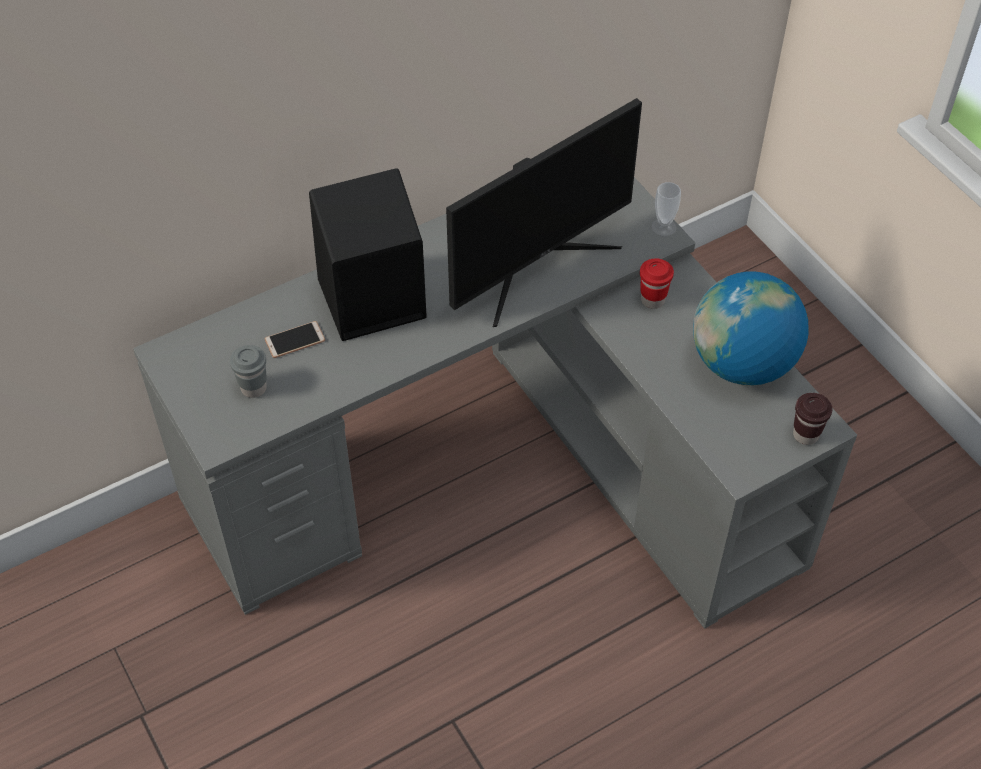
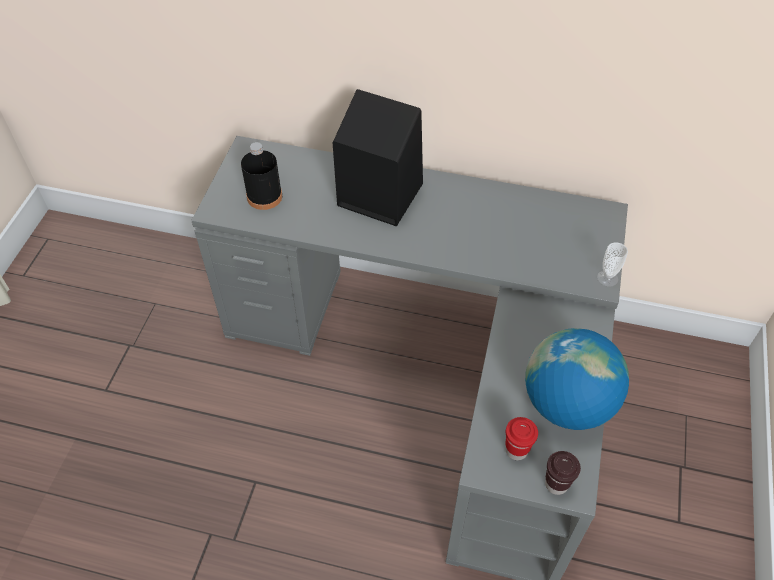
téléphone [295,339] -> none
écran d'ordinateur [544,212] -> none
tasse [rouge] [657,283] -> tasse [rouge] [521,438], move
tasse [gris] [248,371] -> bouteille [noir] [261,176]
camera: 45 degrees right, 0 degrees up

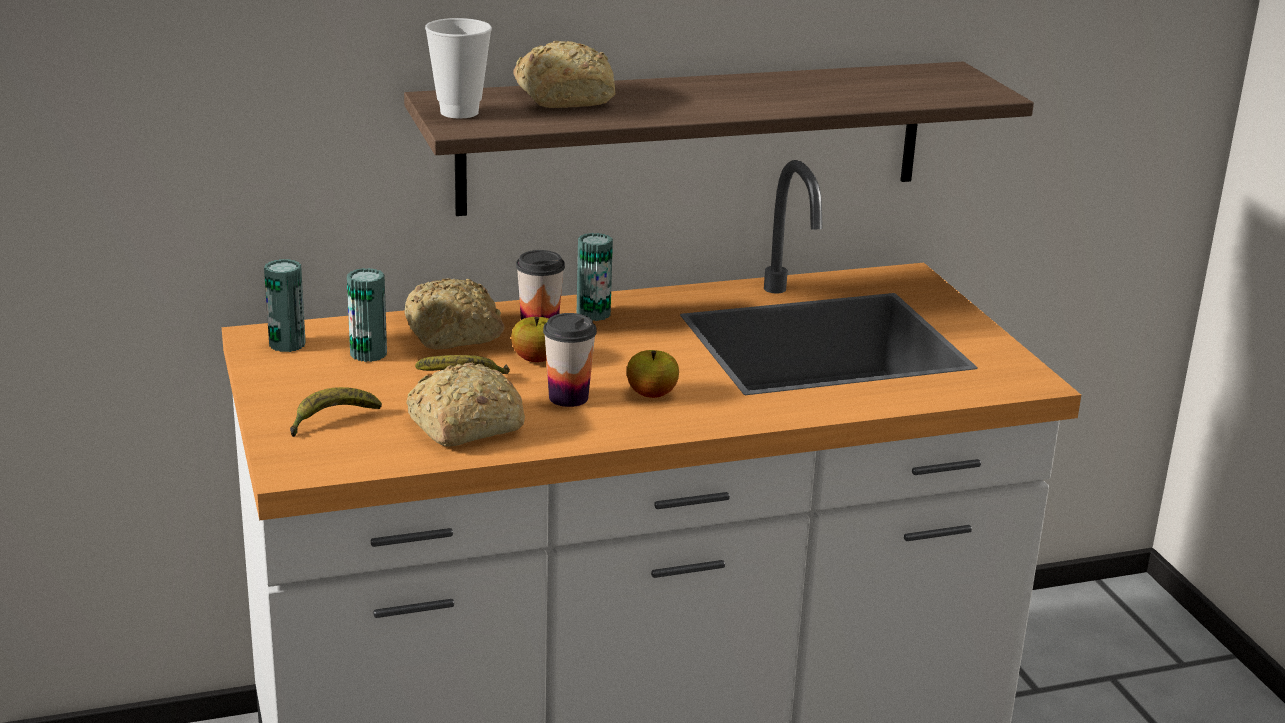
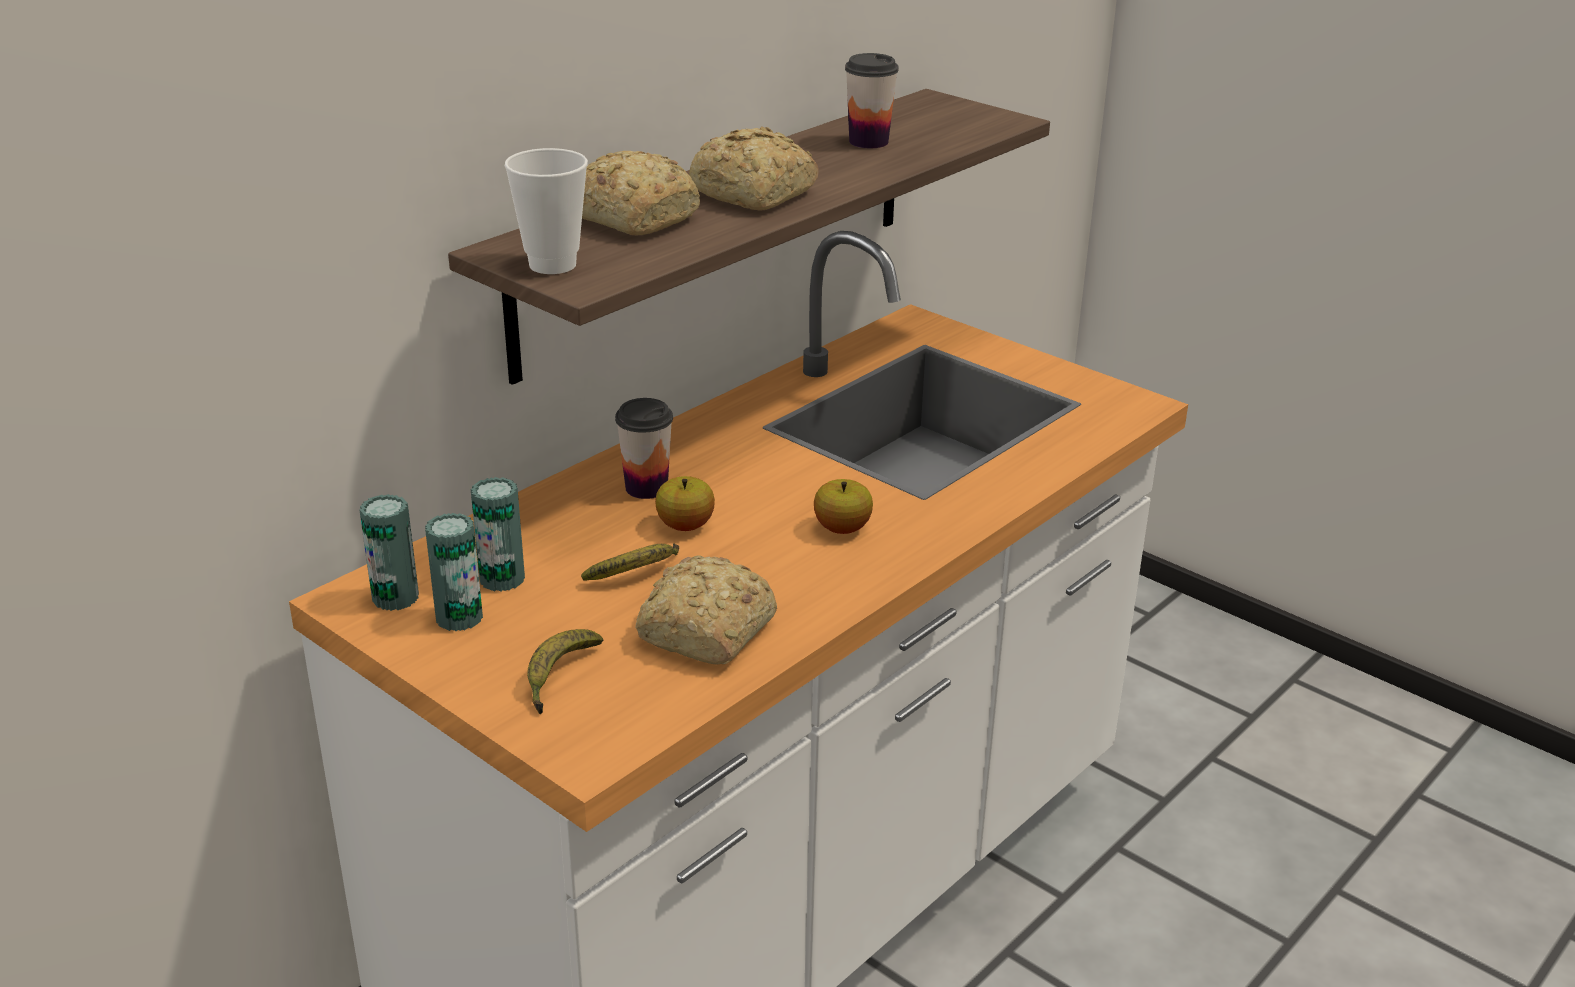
pain [454,314] -> pain [754,168], move
tasse [570,360] -> tasse [872,100], move
boîte métallique [595,277] -> boîte métallique [454,572], move
camera: 30 degrees left, 5 degrees up

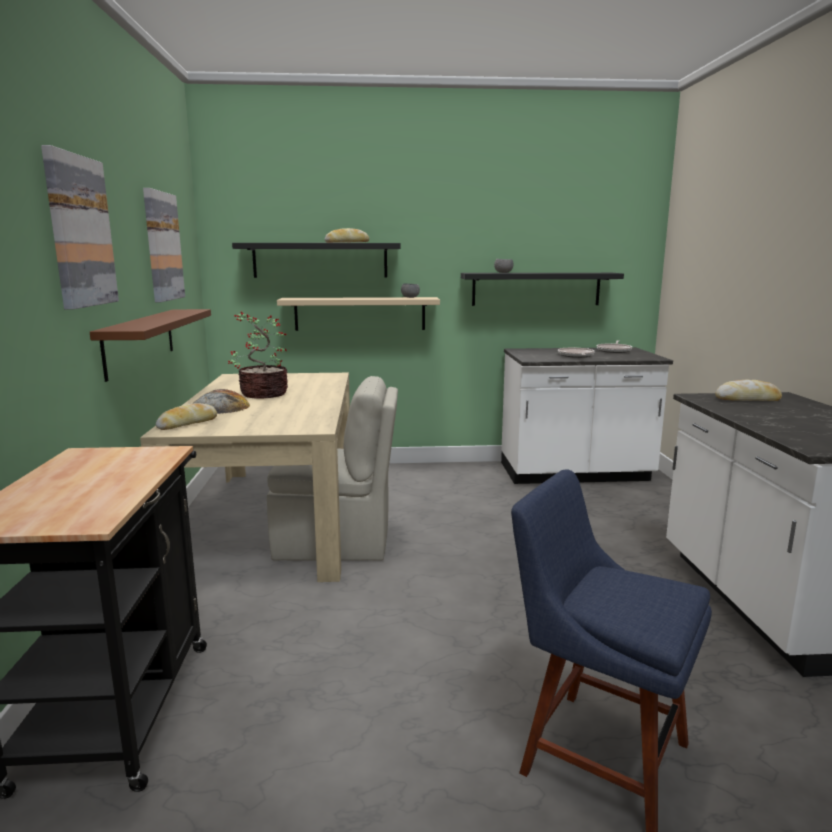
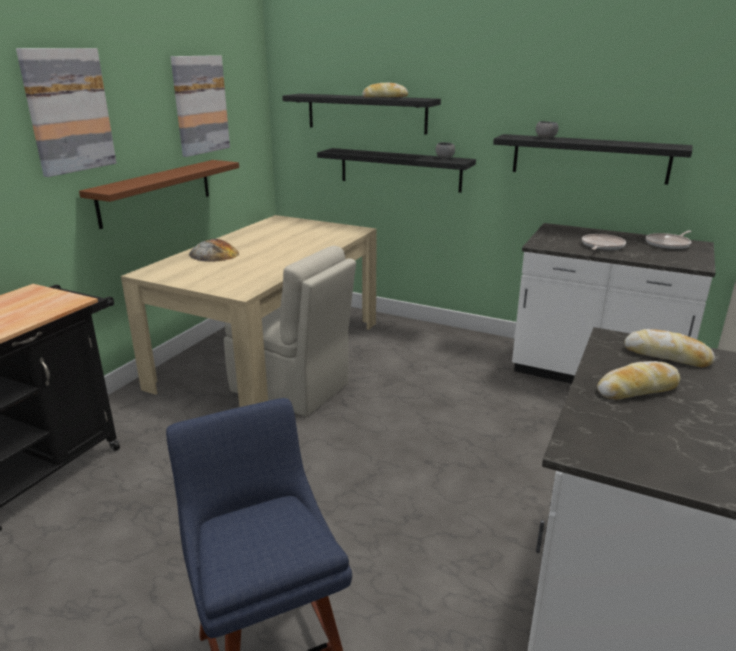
plante en pot [258,355] -> none
pain [186,416] -> pain [638,380], move
étagère [beige] [358,314] -> étagère [noir] [396,170]
camera: 30 degrees right, 10 degrees up

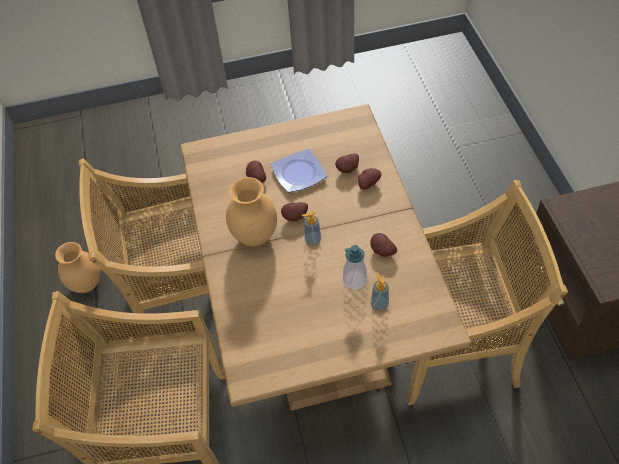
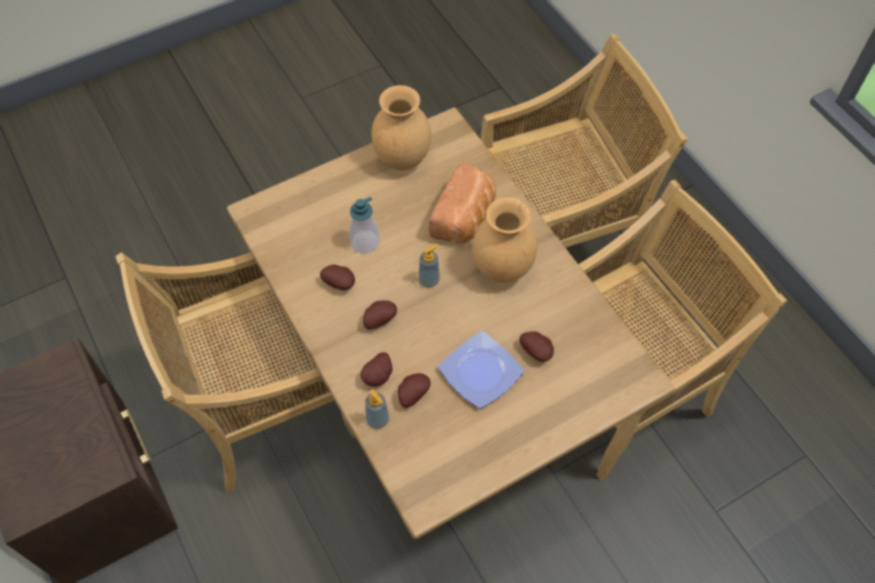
none -> pain [462,202]
vase [marron] [77,267] -> vase [marron] [401,128], move
pomme de terre [294,211] -> pomme de terre [380,314], move
distributeur de savon [380,291] -> distributeur de savon [377,409], move
camera: 160 degrees right, 5 degrees up

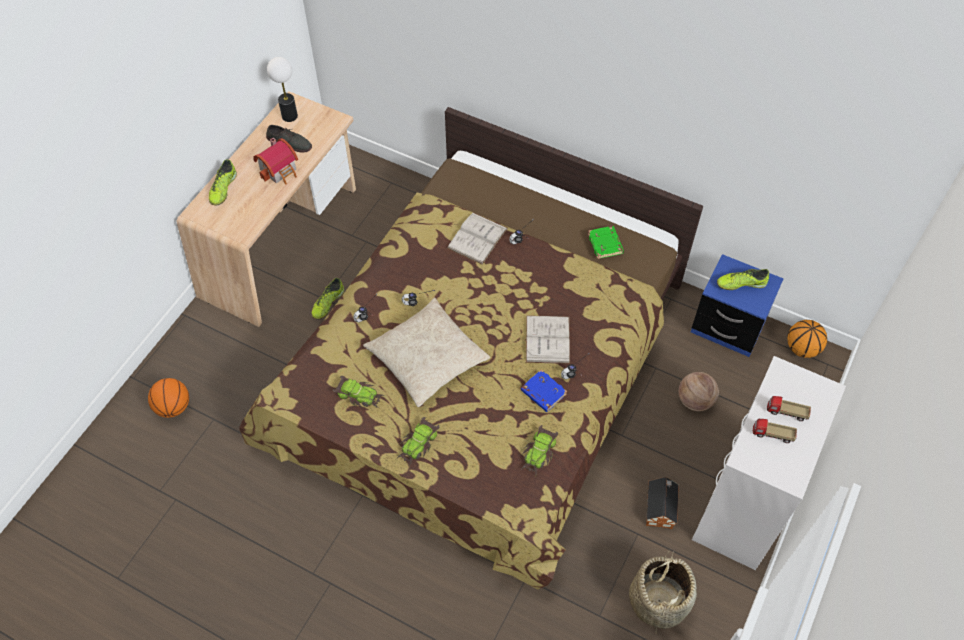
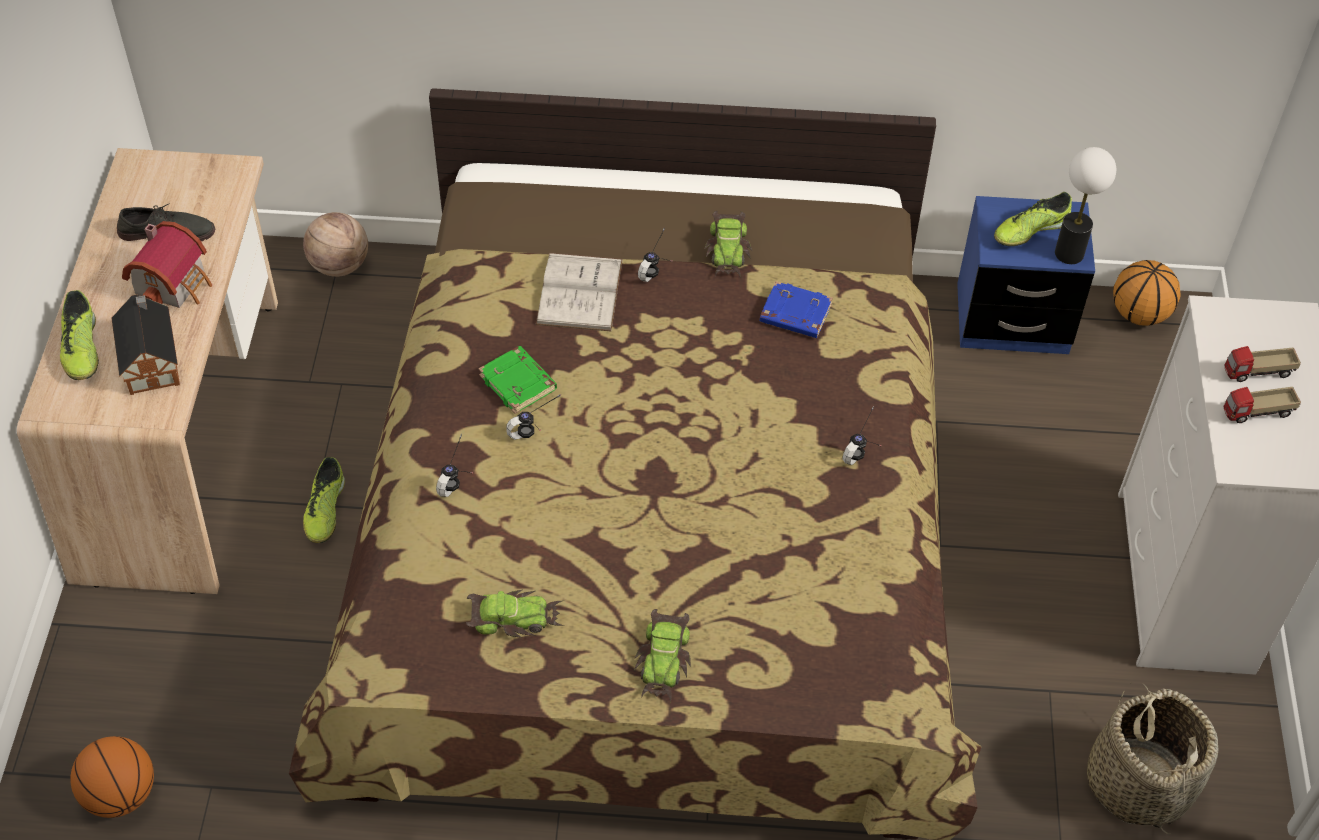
coussin [beige] [426,352] -> none
livre [blanc] [548,339] -> none
lampe de table [282,89] -> lampe de table [1085,205], move
livre [bleu] [544,391] -> livre [bleu] [796,309], move
petite voiture [539,450] -> petite voiture [728,244], move
livre [vert] [606,242] -> livre [vert] [517,380], move
maison miniature [662,503] -> maison miniature [145,345], move
ballon de basket [699,391] -> ballon de basket [335,244], move
camera: 25 degrees left, 5 degrees down

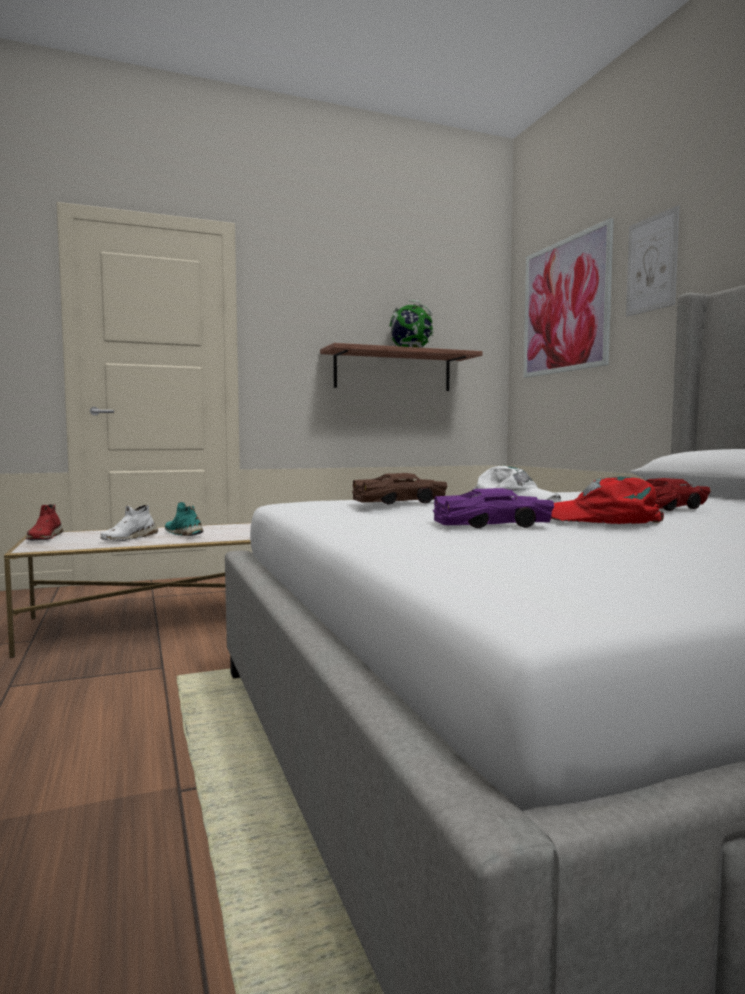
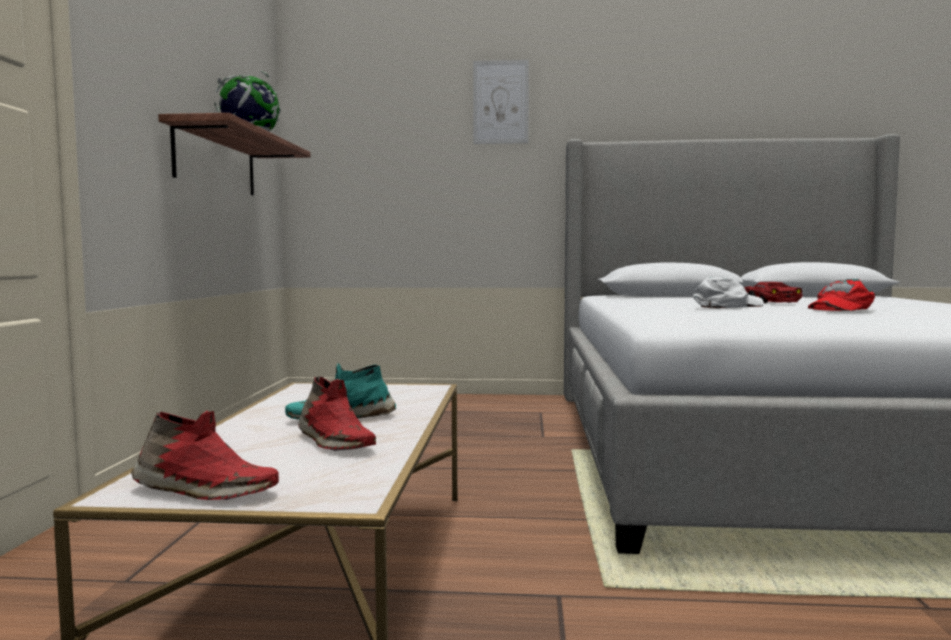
petite voiture [marron] [399,488] -> none
petite voiture [violet] [493,508] -> none
tableau [568,298] -> none
chaussure [blanc] [129,523] -> chaussure [rouge] [337,413]
camera: 65 degrees left, 0 degrees up

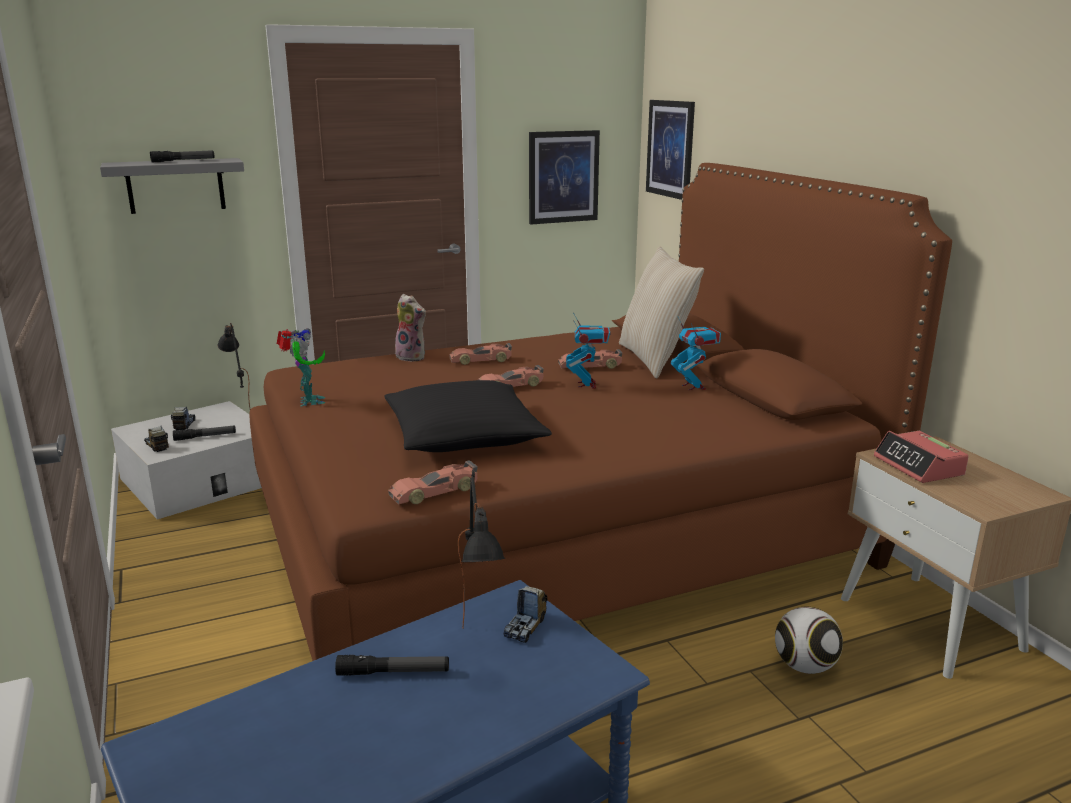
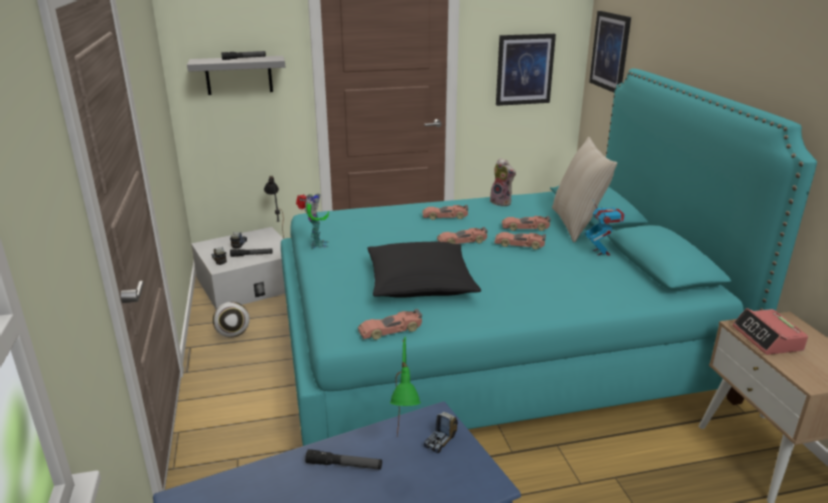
peluche [410,328] -> peluche [503,182], move
ballon de foot [809,640] -> ballon de foot [231,319], move
robot jouet [588,350] -> petite voiture [520,241]
lit [marron] [601,412] -> lit [turquoise] [549,257]
lampe de table [noir] [481,549] -> lampe de table [vert] [405,386]
camera: 10 degrees right, 5 degrees up

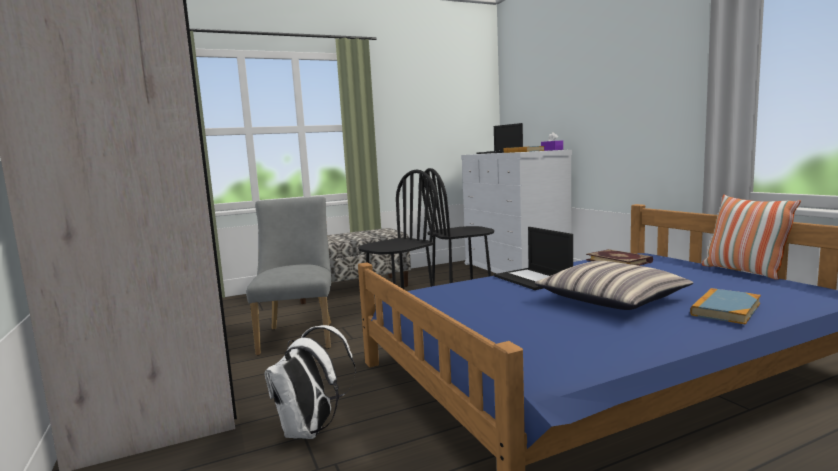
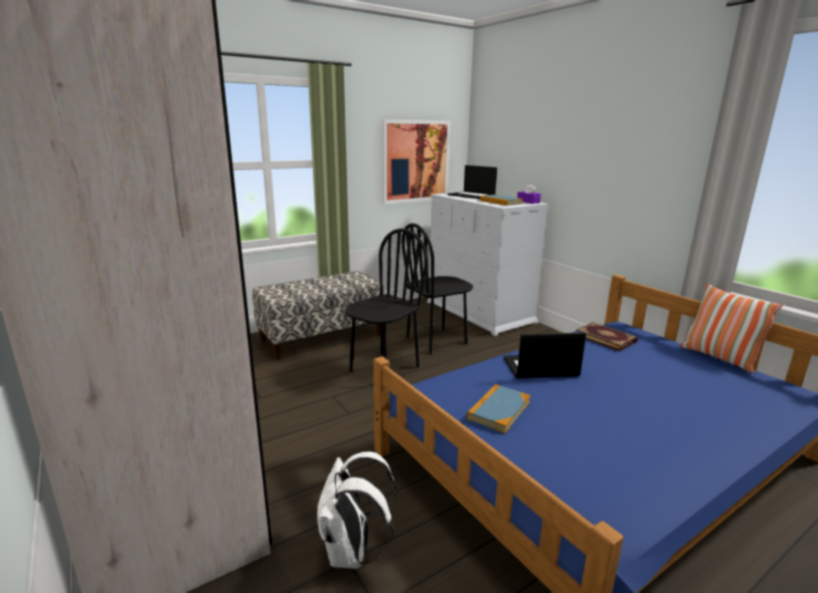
chaise [gris] [288,276] -> none
coussin [614,285] -> none
none -> tableau [416,161]
livre [725,306] -> livre [498,408], move
ordinateur portable [533,258] -> ordinateur portable [544,355], 120 degrees clockwise
camera: 10 degrees left, 10 degrees up

